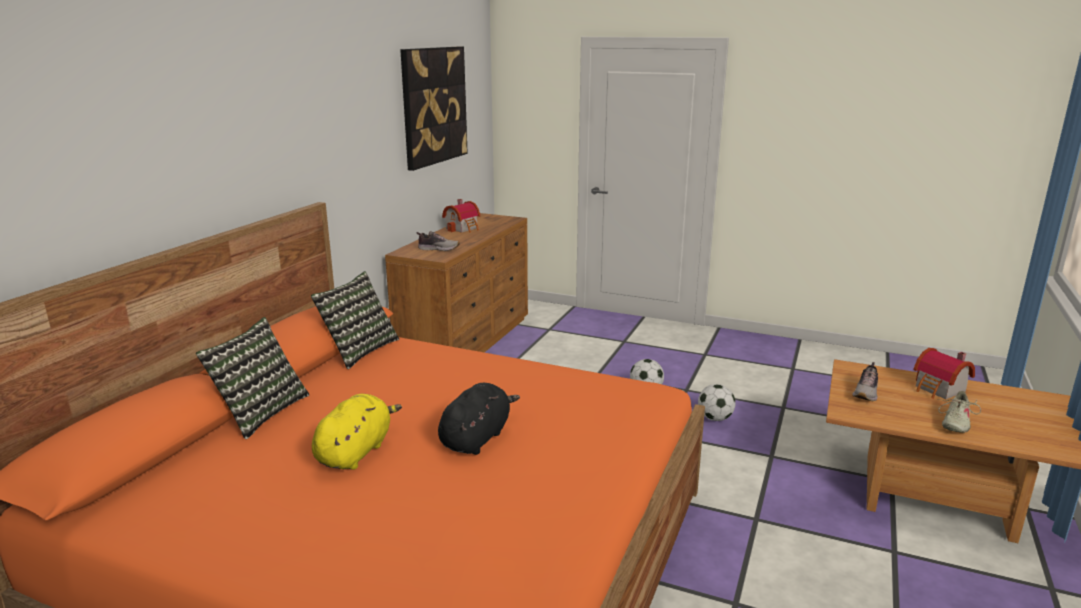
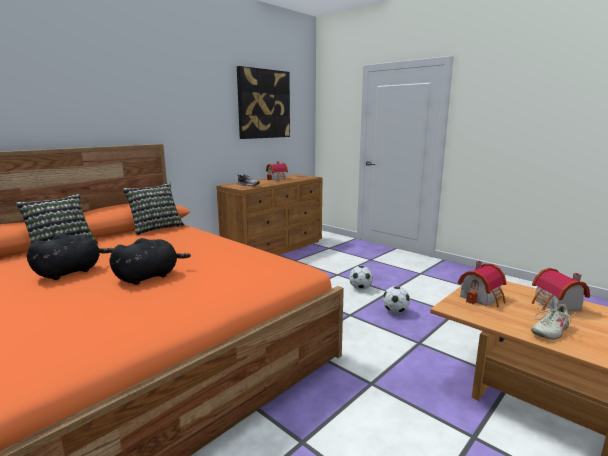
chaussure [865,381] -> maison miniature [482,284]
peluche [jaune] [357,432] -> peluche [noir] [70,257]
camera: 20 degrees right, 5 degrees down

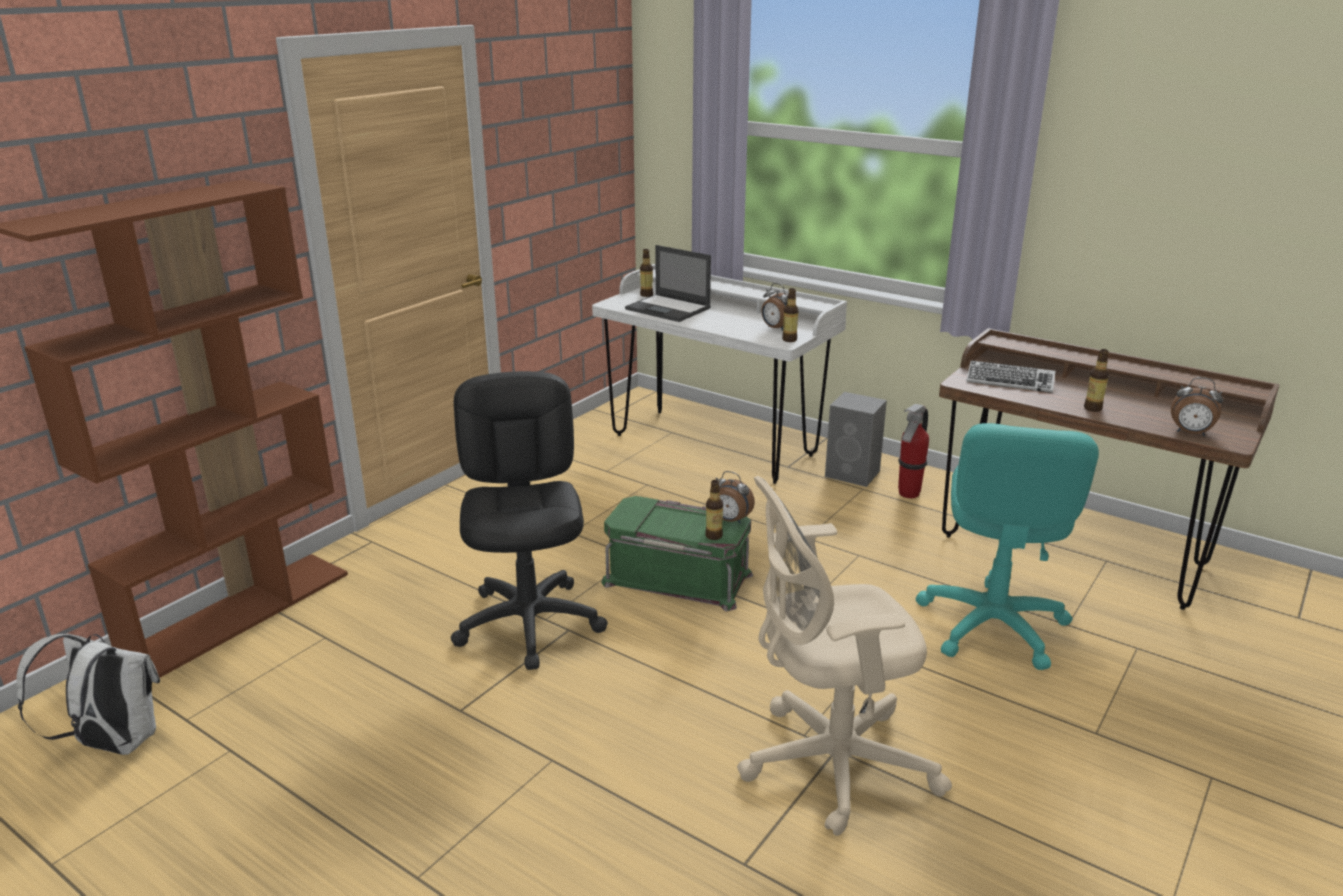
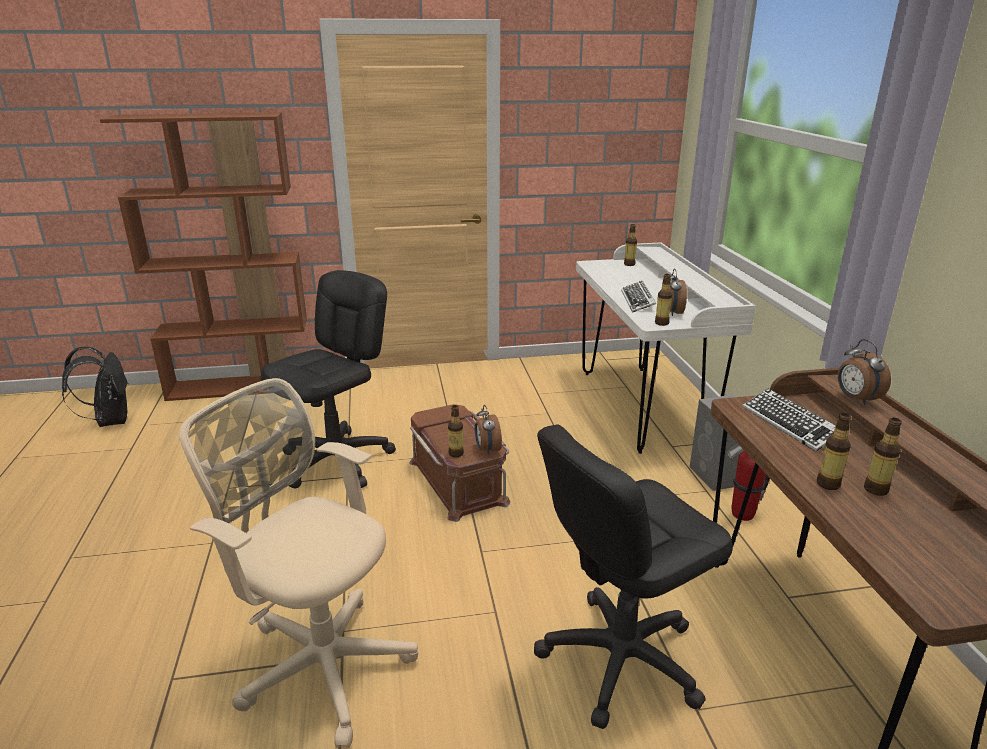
ordinateur portable [668,283] -> none
none -> clavier [638,297]
none -> bouteille [883,457]
réveil [1197,406] -> réveil [864,372], move
sac à dos [blanc] [88,694] -> sac à dos [noir] [95,387]
boîte de rangement [vert] [677,553] -> boîte de rangement [marron] [460,463]
chaise de bureau [turquoise] [1007,546] -> chaise de bureau [noir] [633,576]
camera: 45 degrees right, 0 degrees up

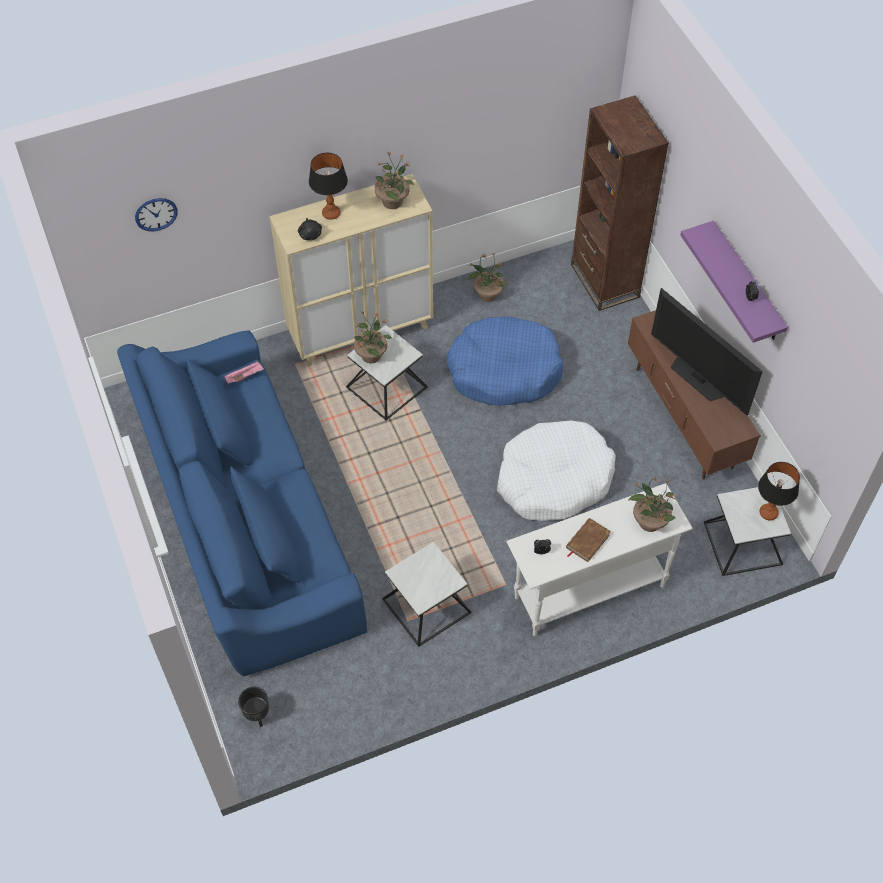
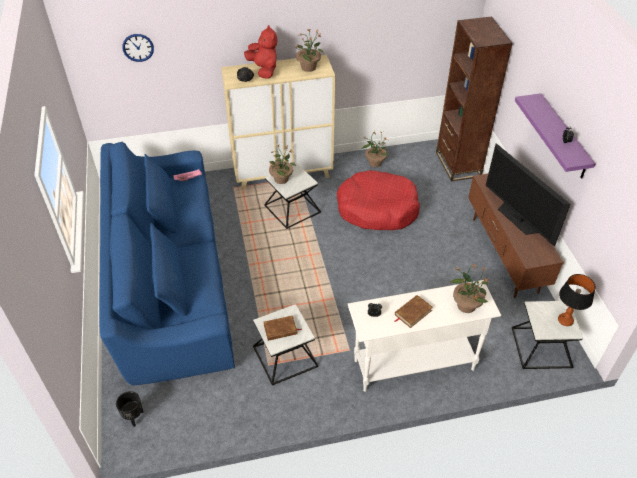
panier pour chien [blanc] [556,470] -> none
none -> livre [marron] [282,328]
lampe de table [328,186] -> peluche [rouge] [260,52]
panier pour chien [bleu] [505,360] -> panier pour chien [rouge] [377,200]
camera: 10 degrees right, 10 degrees down

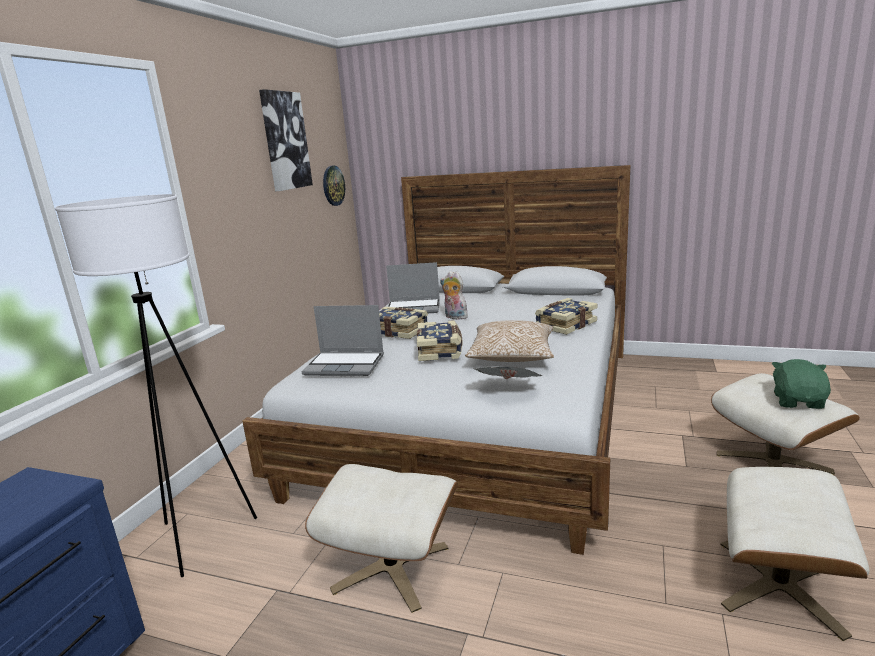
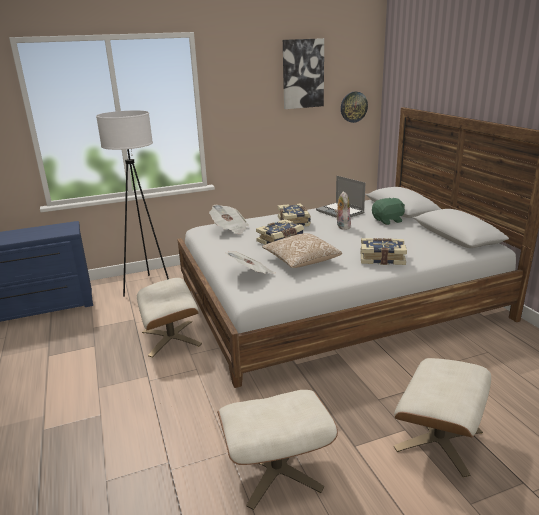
peluche [vert] [801,384] -> peluche [vert] [388,211], move
ordinateur portable [342,340] -> journal [229,219]
camera: 50 degrees right, 5 degrees up

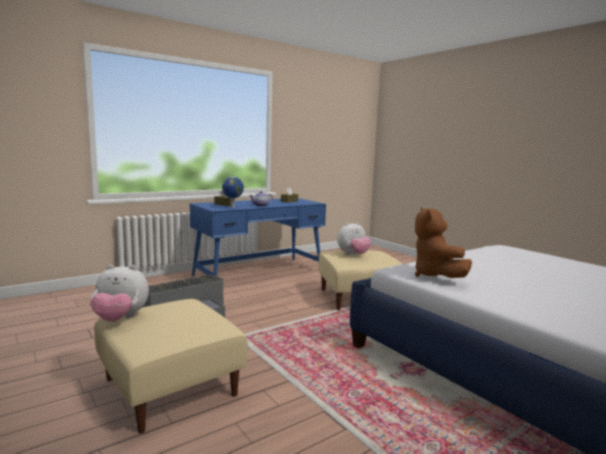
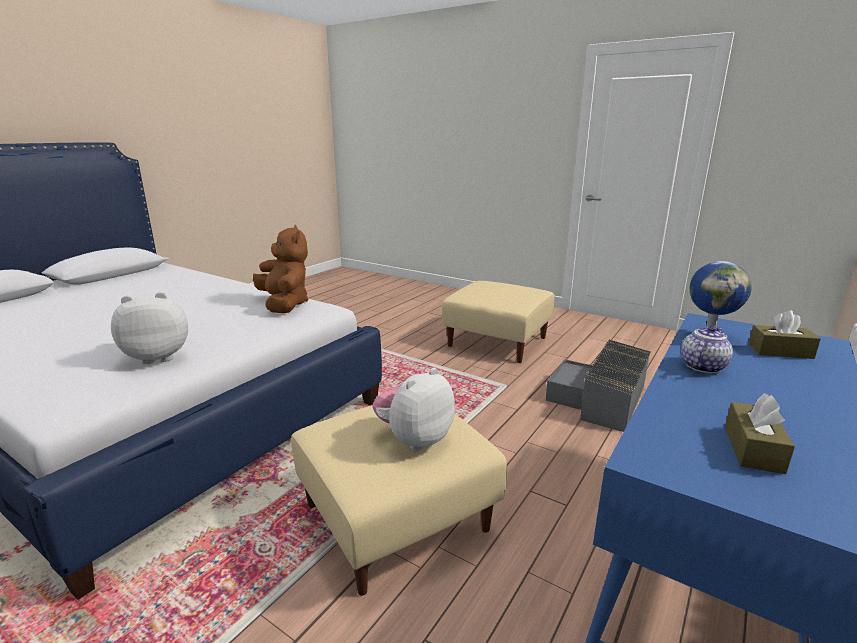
peluche [119,293] -> peluche [149,328], move
camera: 160 degrees right, 10 degrees up

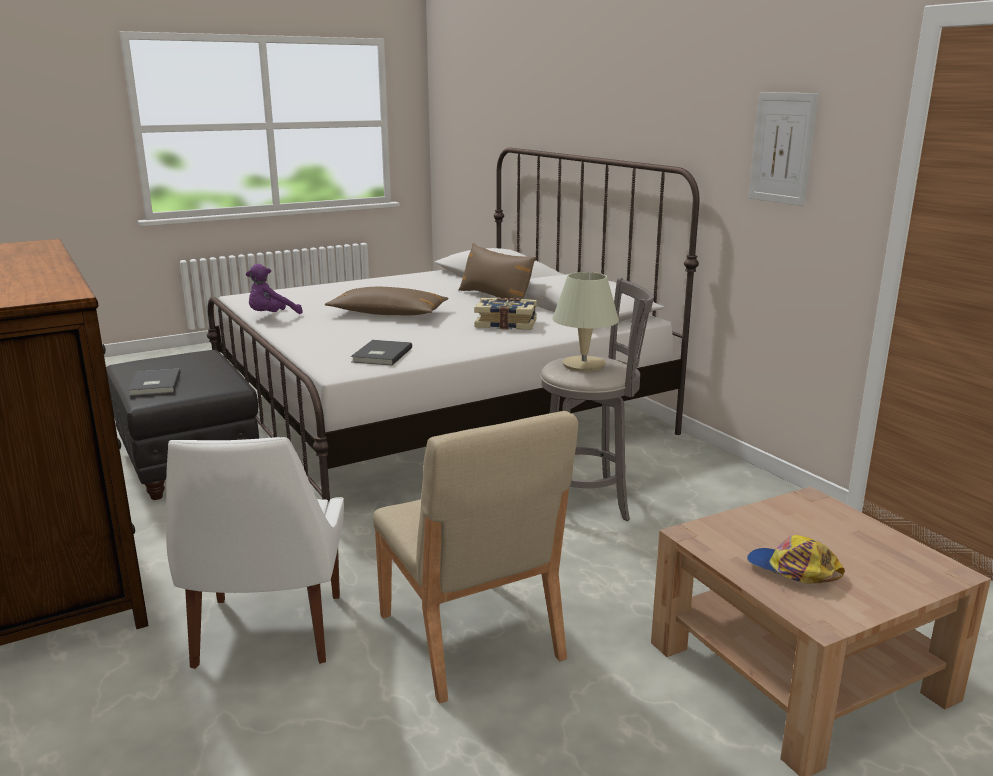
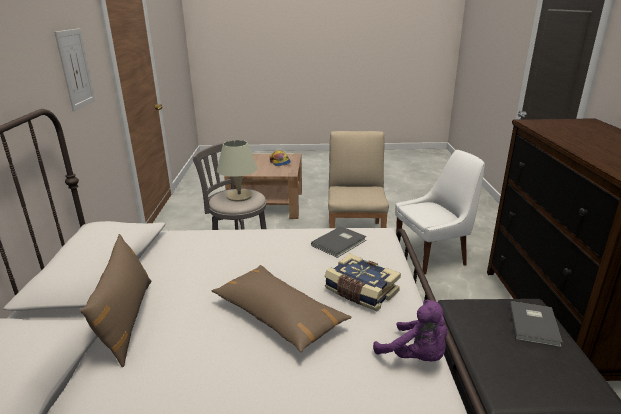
livre [505,314] -> livre [363,283], move
chaise [blanc] [255,553] -> chaise [blanc] [440,212], 45 degrees clockwise
peluche [violet] [274,289] -> peluche [violet] [410,330], 60 degrees clockwise
camera: 150 degrees left, 5 degrees up

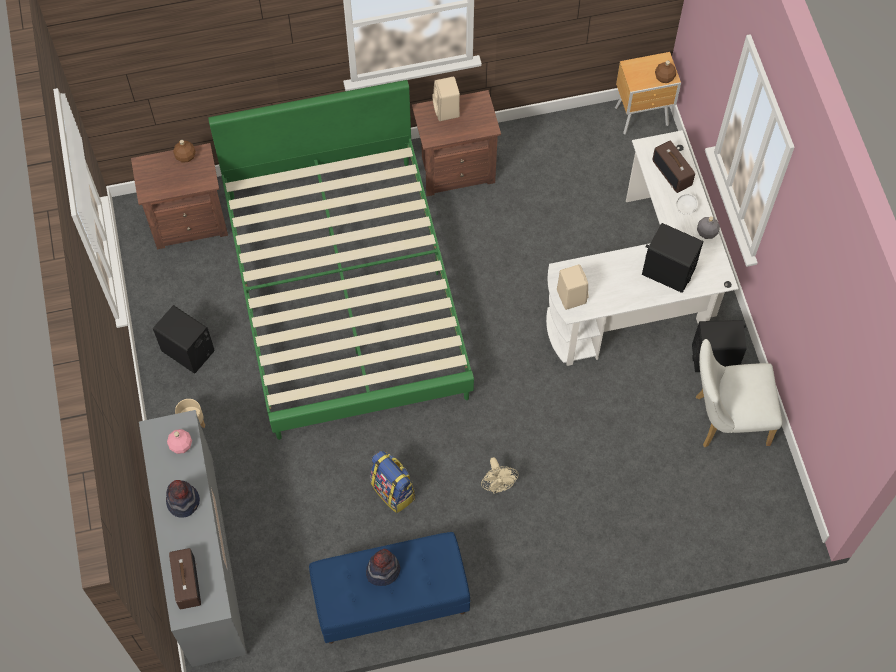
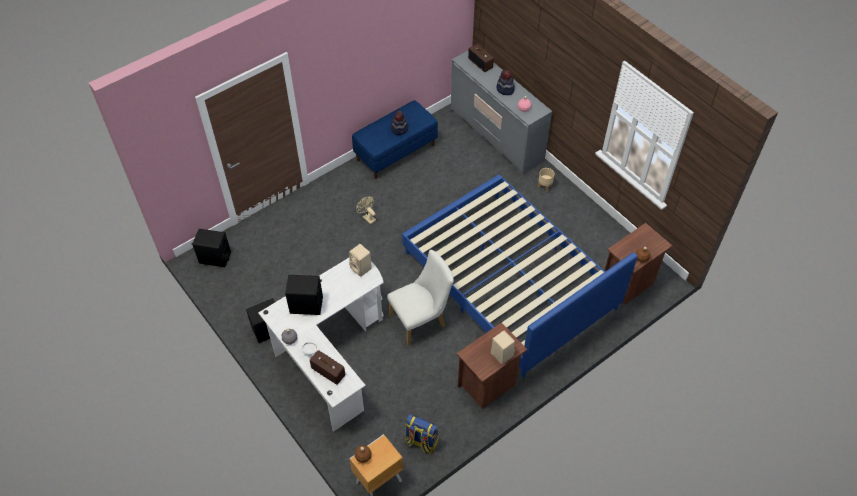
enceinte [noir] [183,339] -> enceinte [noir] [211,248], move
sac à dos [392,482] -> sac à dos [422,434], move
chaise [blanc] [739,393] -> chaise [blanc] [420,298], move
lit [vert] [341,260] -> lit [bleu] [520,276]
camera: 155 degrees right, 10 degrees down

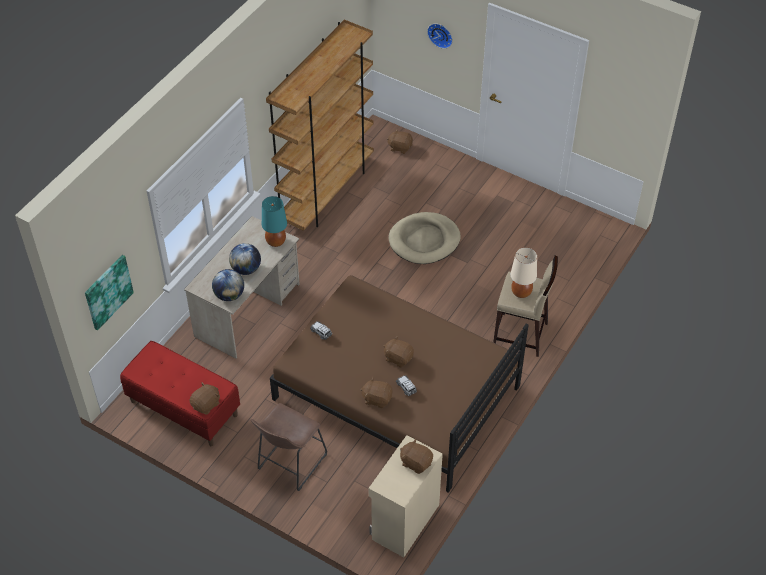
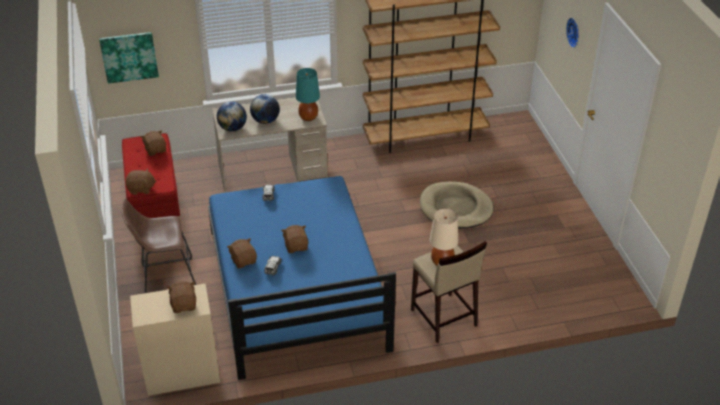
peluche [marron] [400,141] -> peluche [marron] [153,143], move
lit [marron] [399,384] -> lit [bleu] [302,278]
camera: 45 degrees right, 10 degrees down

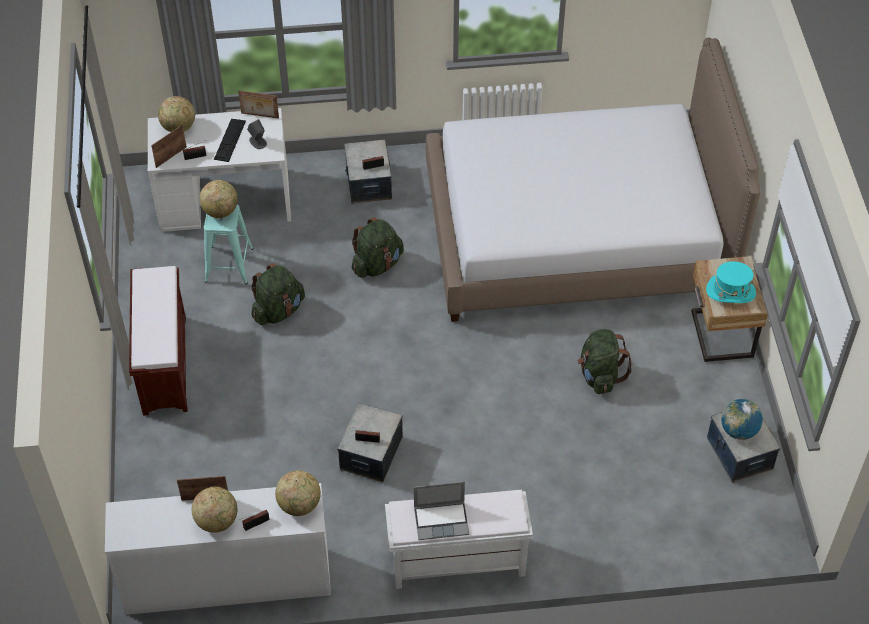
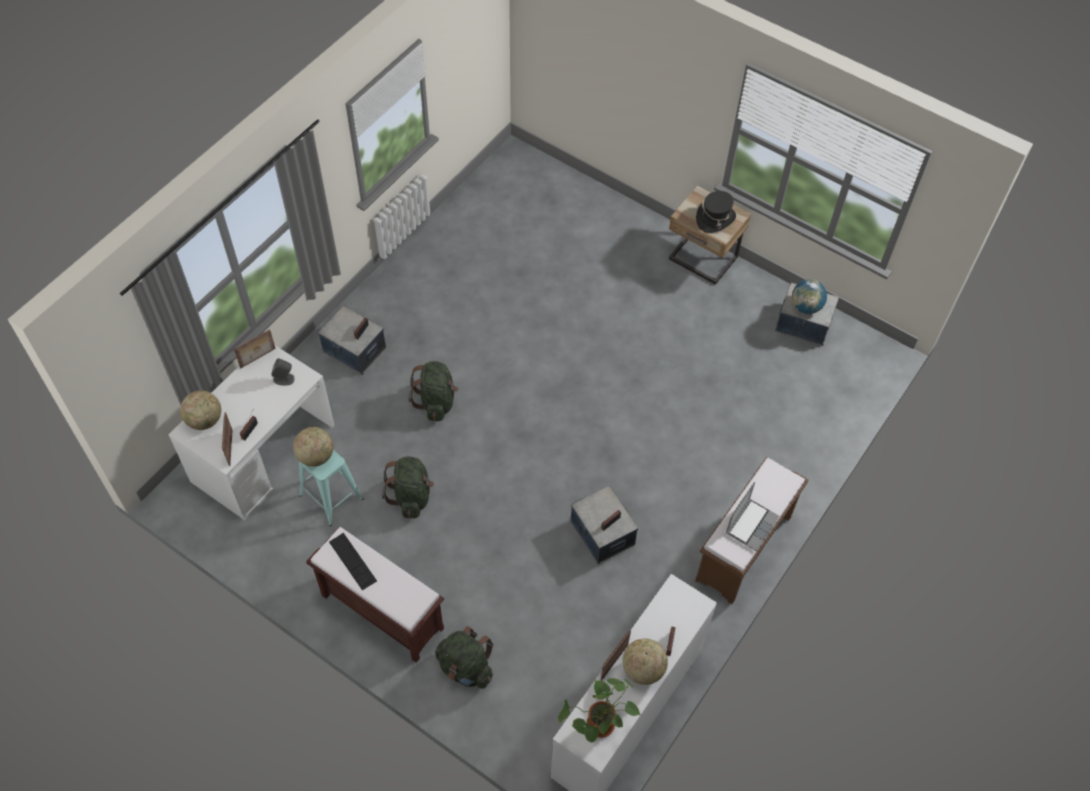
globe [298,493] -> none
lit [593,180] -> none
none -> plante en pot [599,710]
clavier [230,140] -> clavier [353,561], move
sac à dos [vert] [604,361] -> sac à dos [vert] [464,657], move
banc [blanc] [459,539] -> banc [marron] [751,530]
chapeau [turquoise] [731,282] -> chapeau [noir] [716,212]
camera: 50 degrees left, 5 degrees up

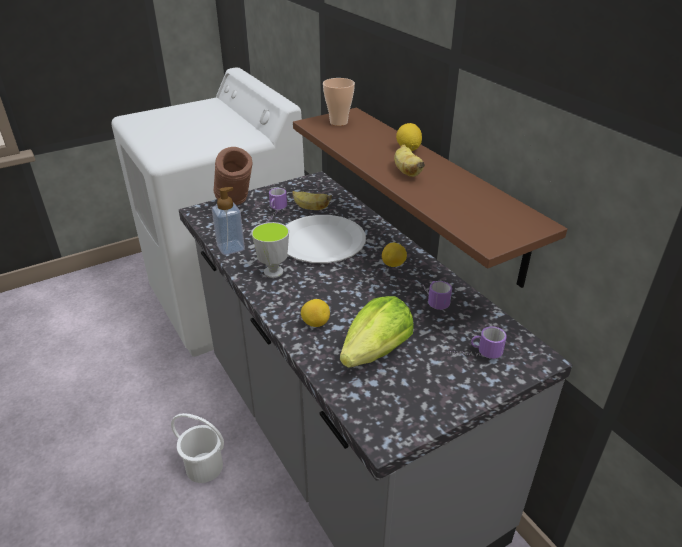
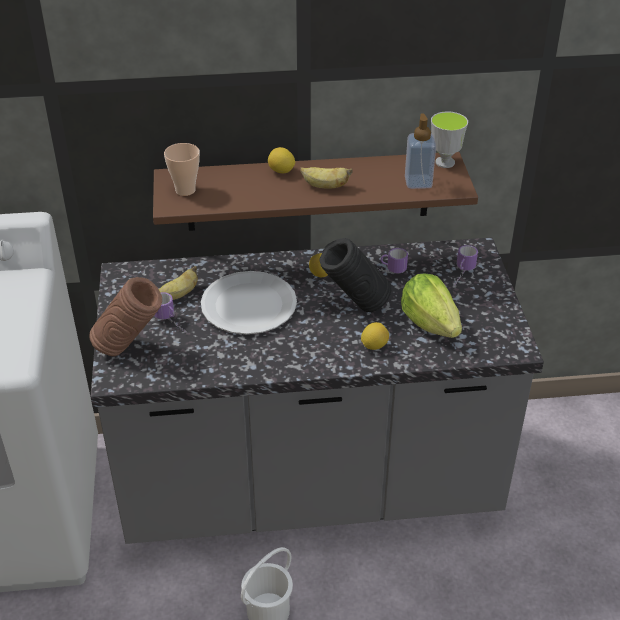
none -> vase [noir] [355,275]
distributeur de savon [228,221] -> distributeur de savon [420,151], move
tasse [270,250] -> tasse [449,139], move
camera: 65 degrees left, 5 degrees up

